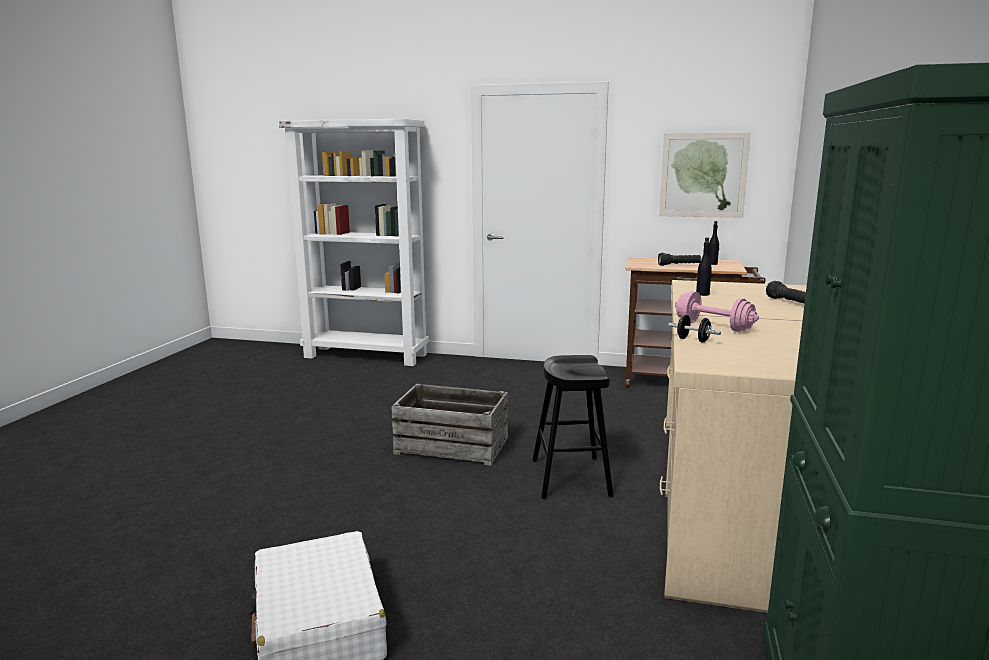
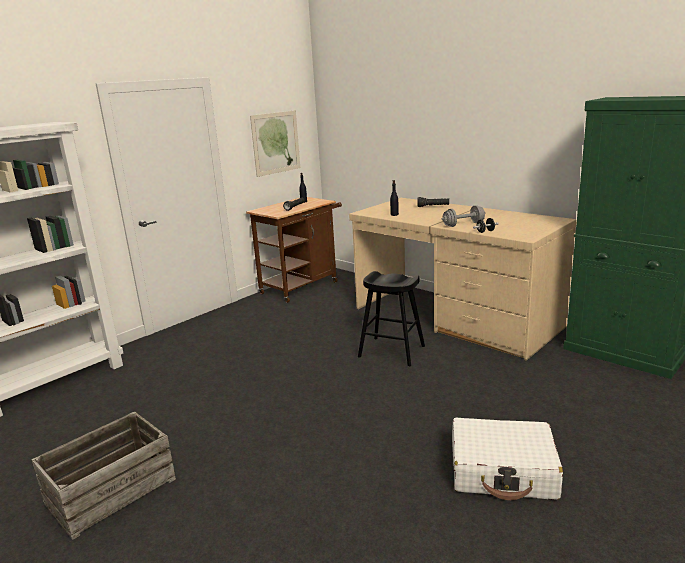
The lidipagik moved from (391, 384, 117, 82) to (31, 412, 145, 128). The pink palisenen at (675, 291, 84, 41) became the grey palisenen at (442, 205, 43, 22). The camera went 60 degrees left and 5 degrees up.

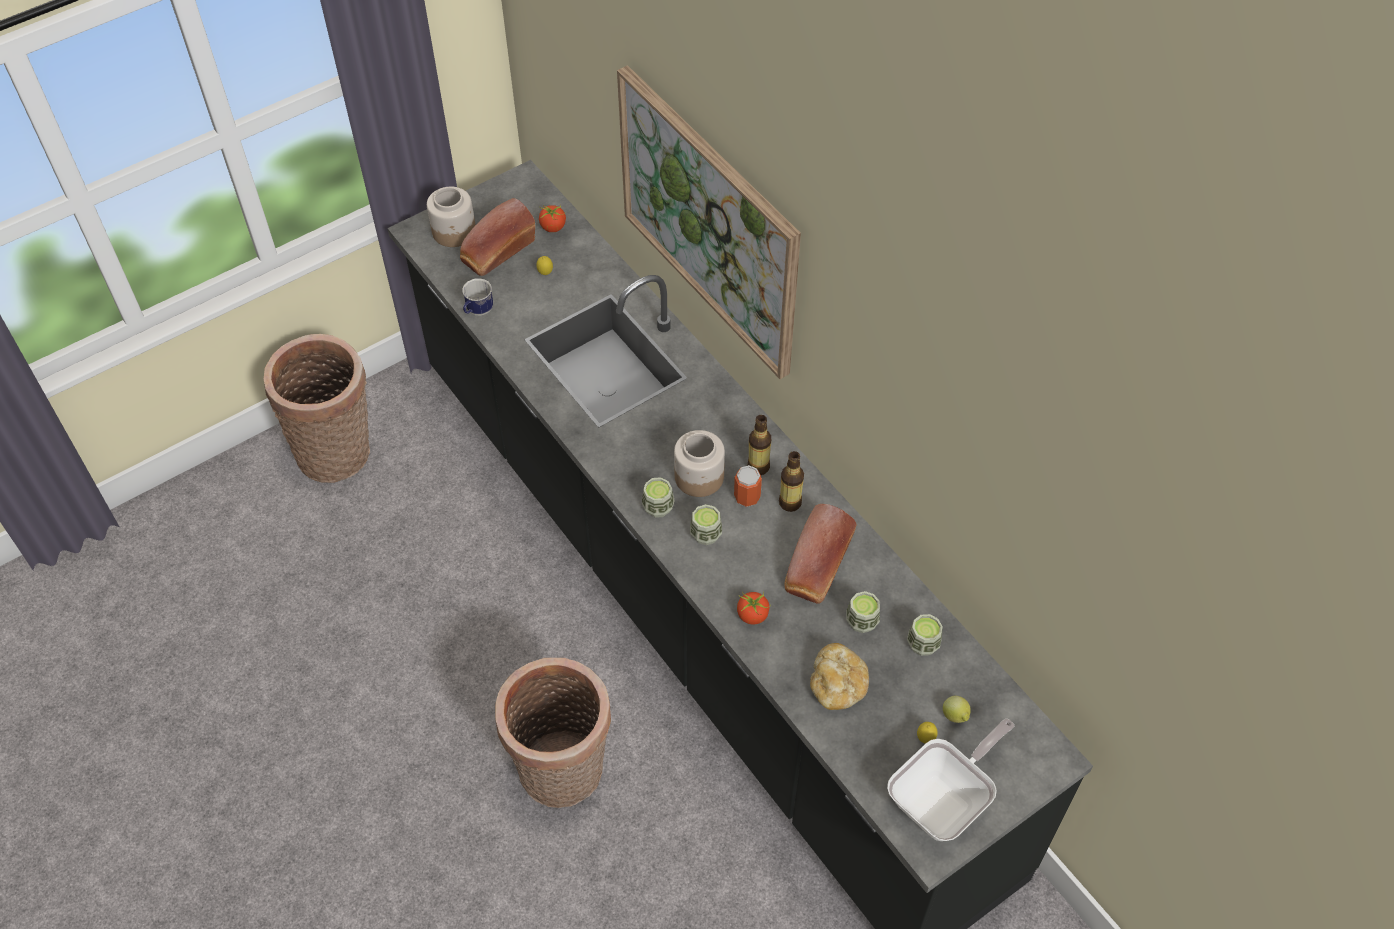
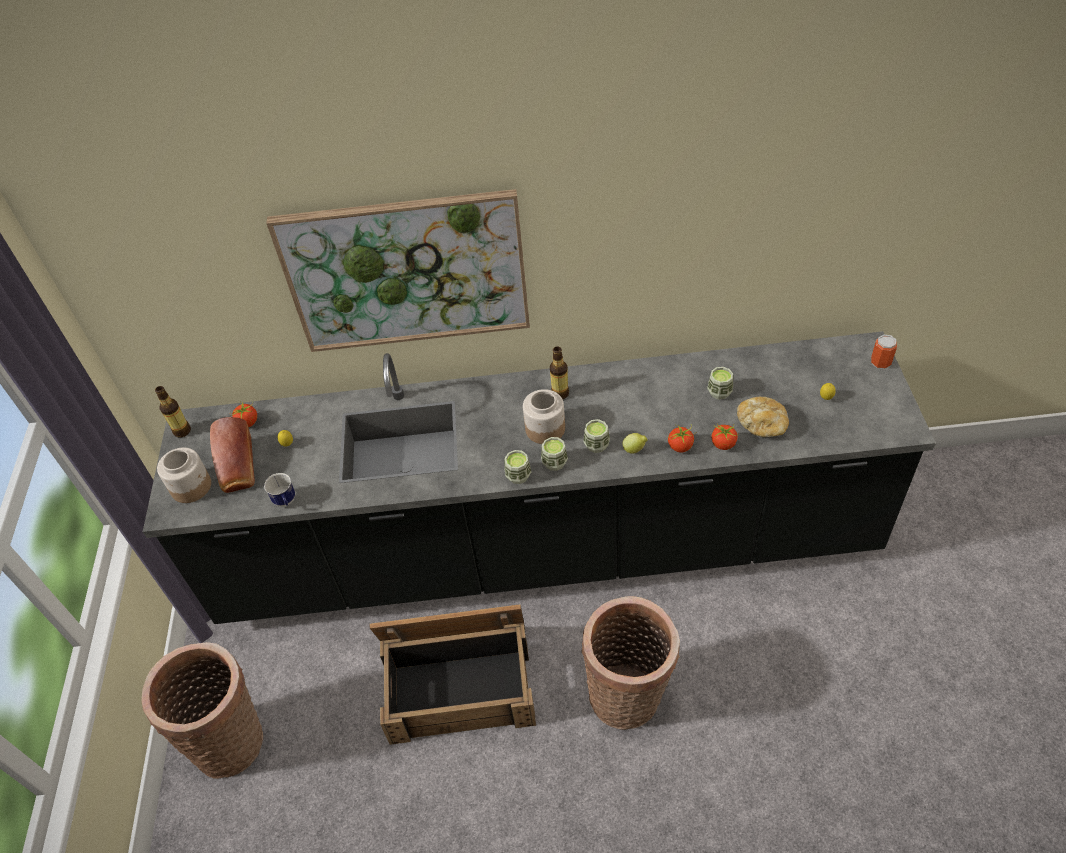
The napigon at (784, 504, 72, 99) disappeared. The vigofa at (887, 719, 128, 122) disappeared. The lidipagik at (369, 604, 167, 141) appeared. The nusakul at (712, 424, 27, 26) appeared. The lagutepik moved from (734, 465, 28, 42) to (871, 335, 26, 34). The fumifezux moved from (779, 451, 25, 61) to (155, 386, 36, 52). The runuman moved from (907, 614, 36, 42) to (504, 450, 27, 34). The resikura moved from (943, 696, 28, 27) to (622, 433, 26, 21). The camera went 55 degrees left and 5 degrees down.

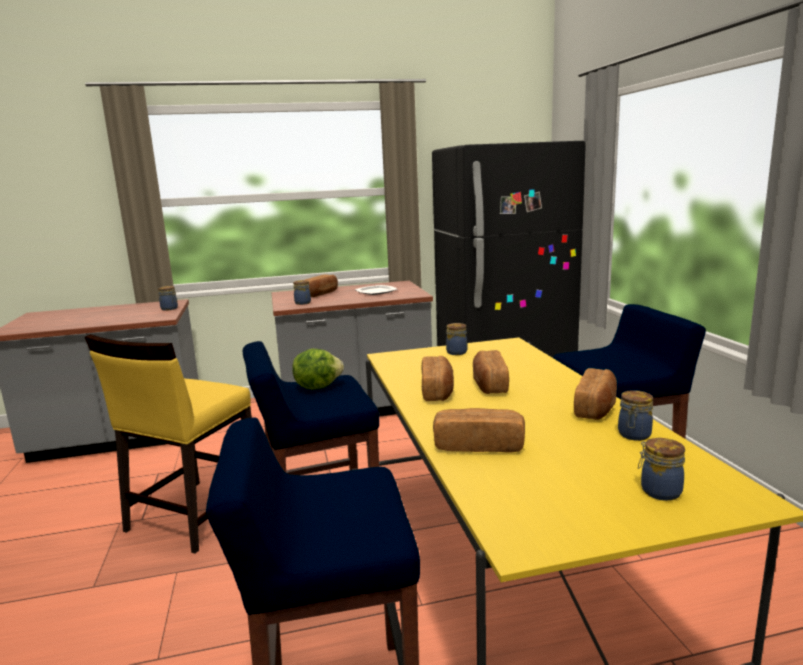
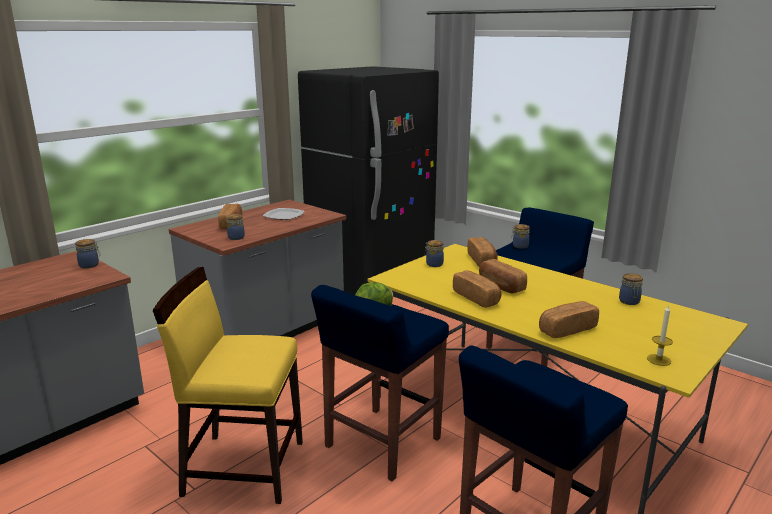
The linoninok at (647, 304, 26, 62) appeared. The napigon moved from (574, 368, 43, 52) to (467, 237, 31, 30). The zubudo moved from (638, 438, 47, 63) to (511, 224, 19, 25). The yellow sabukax at (85, 334, 167, 219) turned 105 degrees clockwise. The camera went 35 degrees left and 5 degrees up.

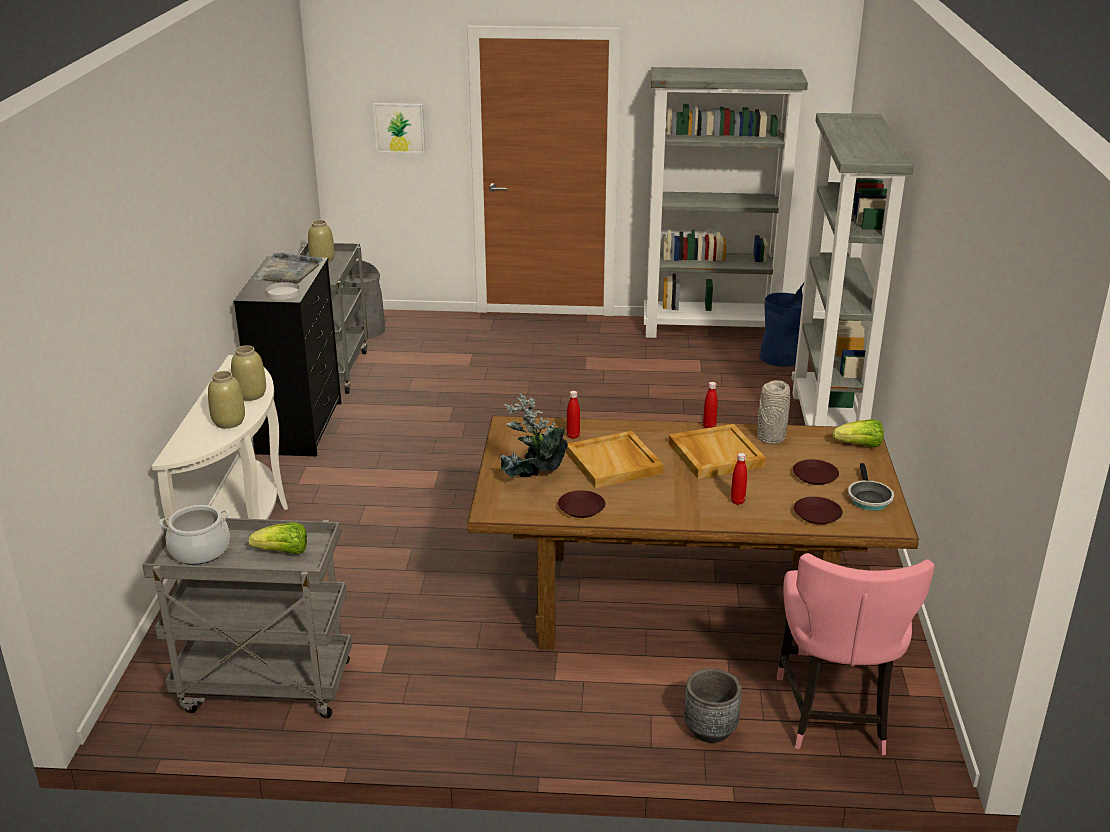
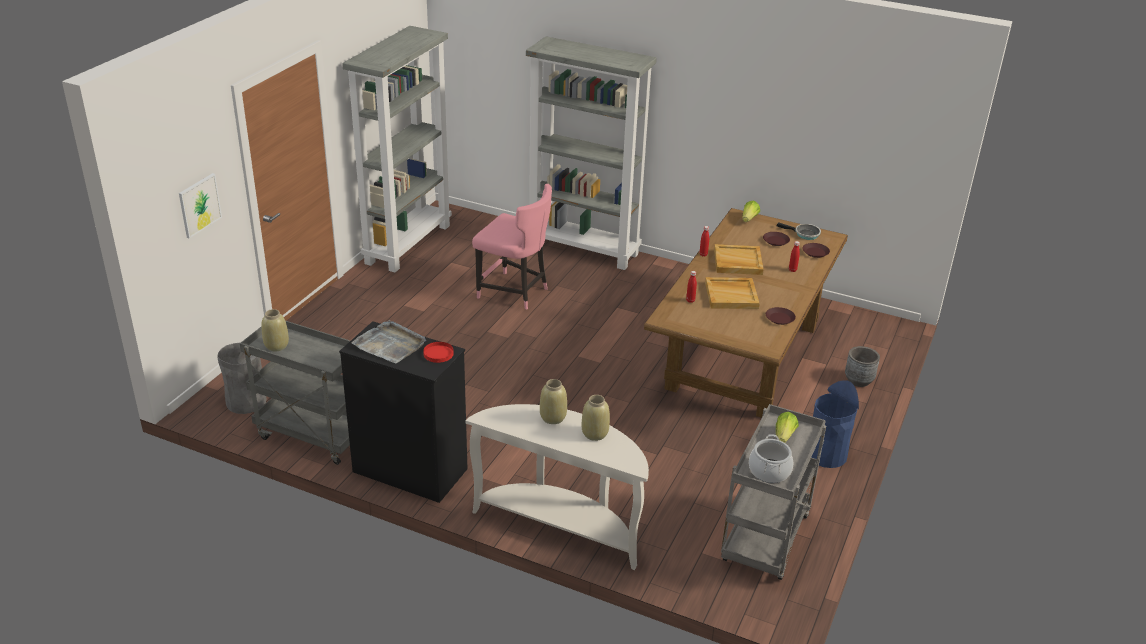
The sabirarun at (499, 392, 69, 85) disappeared. The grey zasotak at (758, 380, 32, 64) disappeared. The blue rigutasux moved from (760, 283, 44, 84) to (811, 380, 48, 88). The pink sabukax moved from (777, 553, 158, 202) to (472, 184, 80, 126). The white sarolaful at (266, 282, 34, 18) became the red sarolaful at (423, 342, 31, 21). The camera went 70 degrees left and 5 degrees up.

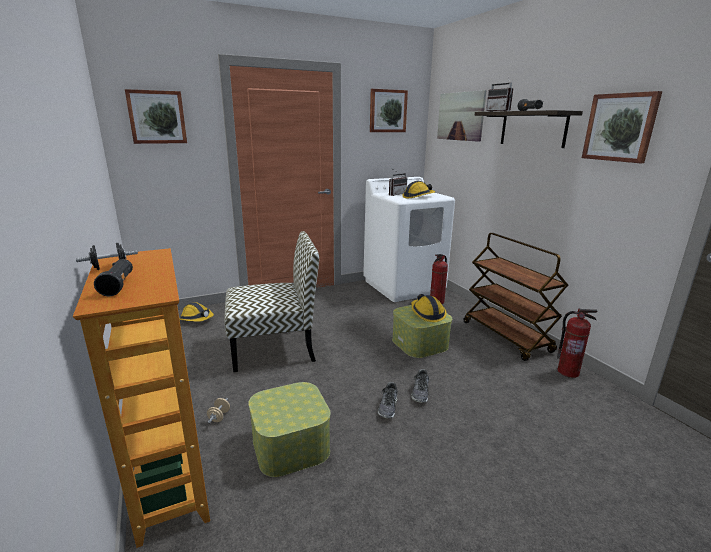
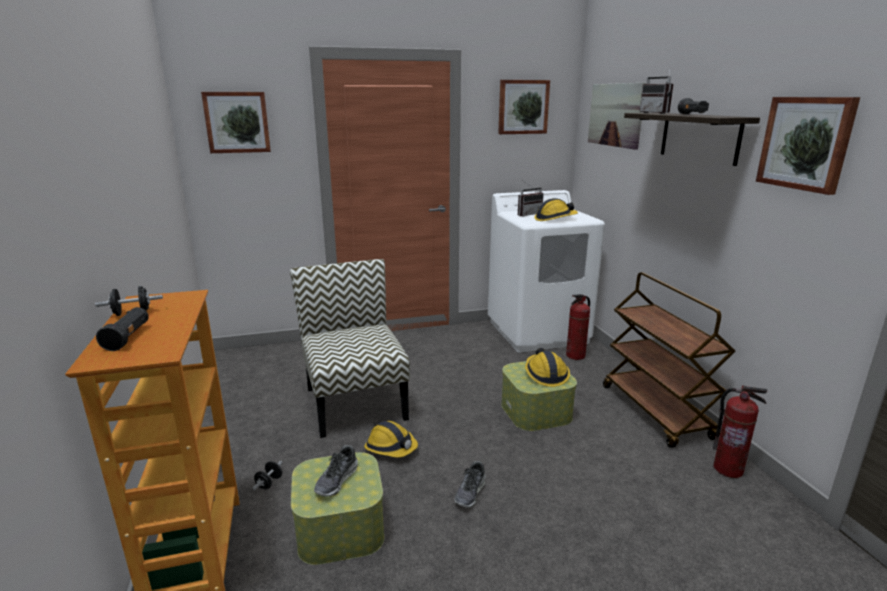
The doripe moved from (179, 303, 35, 19) to (364, 421, 54, 36). The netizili moved from (411, 369, 18, 34) to (314, 445, 44, 52). The beige palisenen at (207, 398, 23, 25) became the black palisenen at (252, 461, 31, 29). The sabukax at (224, 231, 95, 141) turned 105 degrees counterclockwise. The camera went 10 degrees right and 0 degrees up.

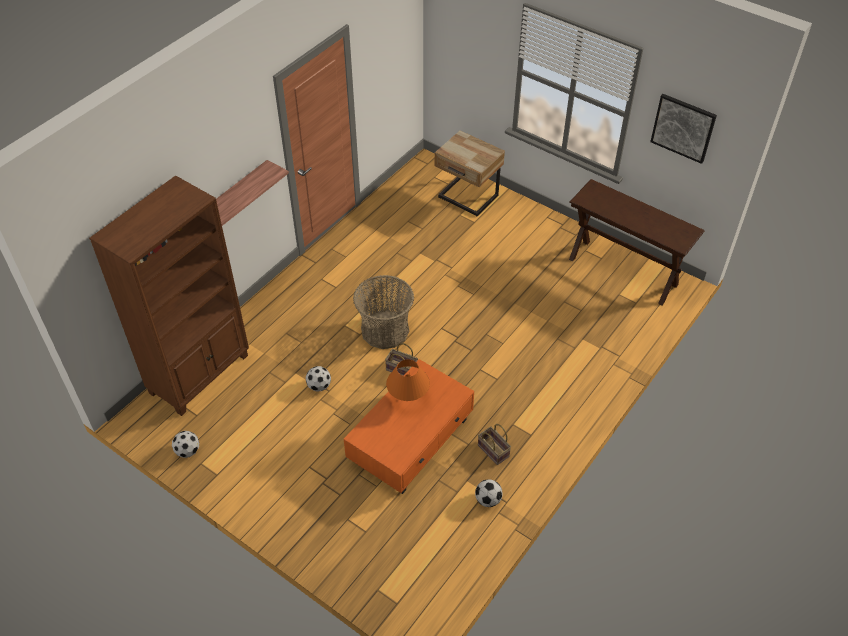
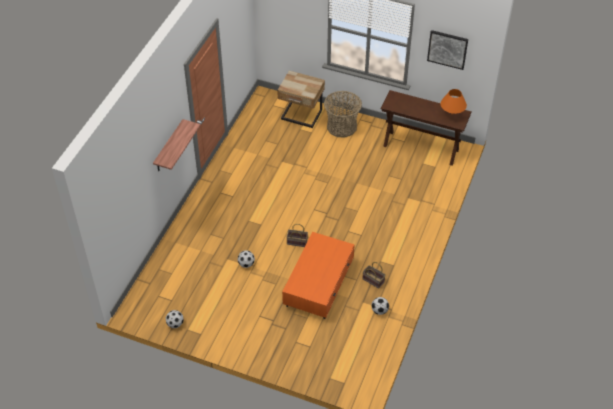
The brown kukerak at (89, 175, 160, 241) disappeared. The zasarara moved from (353, 275, 61, 74) to (324, 91, 38, 47). The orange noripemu moved from (386, 359, 44, 42) to (440, 89, 27, 25). The camera went 15 degrees left and 0 degrees up.

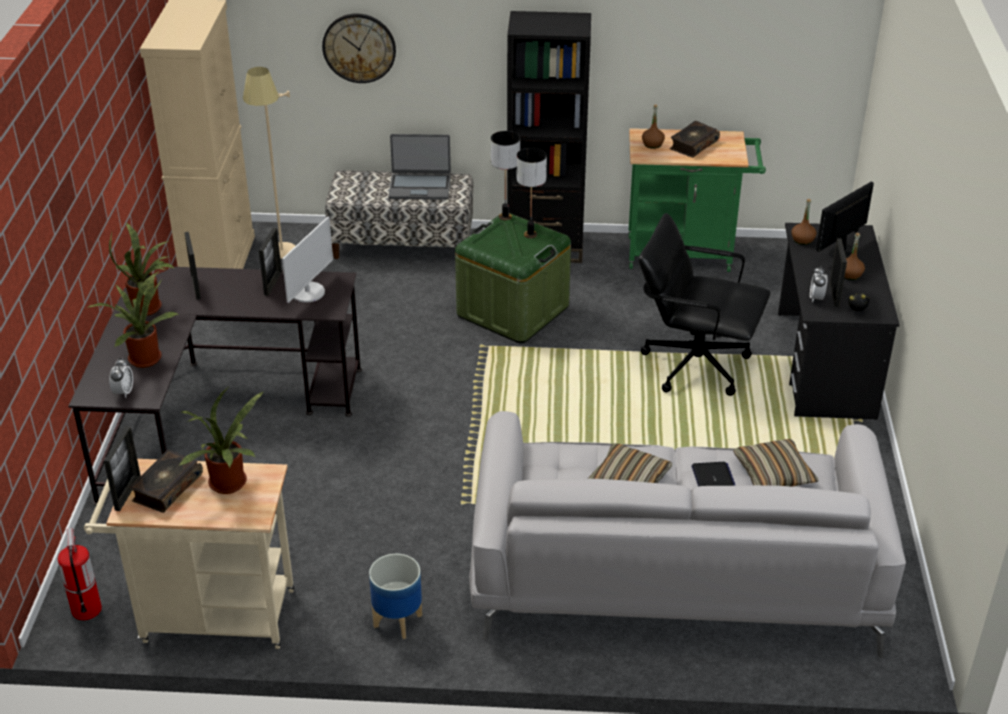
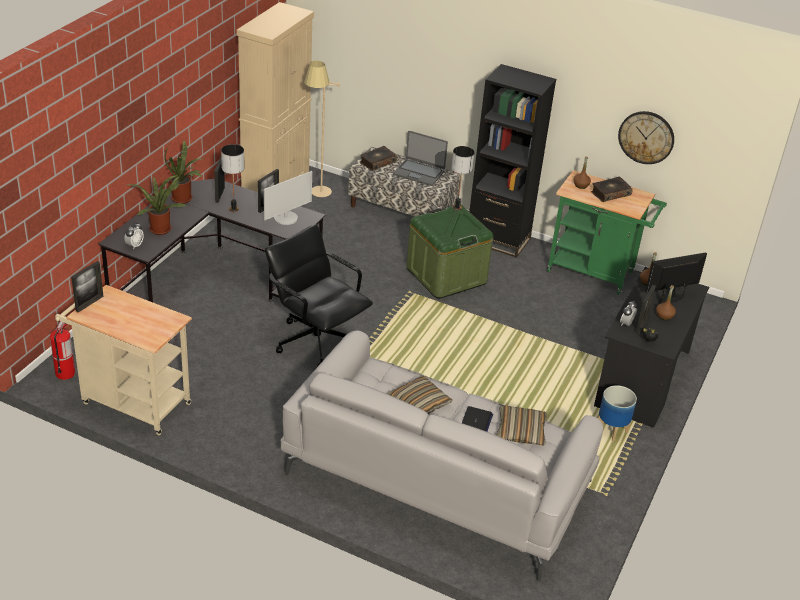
The sabirarun at (178, 385, 87, 109) disappeared. The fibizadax moved from (129, 450, 74, 63) to (360, 146, 37, 25). The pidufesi moved from (322, 13, 74, 70) to (618, 111, 56, 53). The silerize moved from (369, 554, 53, 85) to (598, 385, 39, 56). The noripemu moved from (517, 148, 30, 90) to (221, 144, 23, 68). The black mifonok moved from (638, 213, 132, 183) to (265, 224, 108, 143). The camera went 20 degrees right and 0 degrees up.

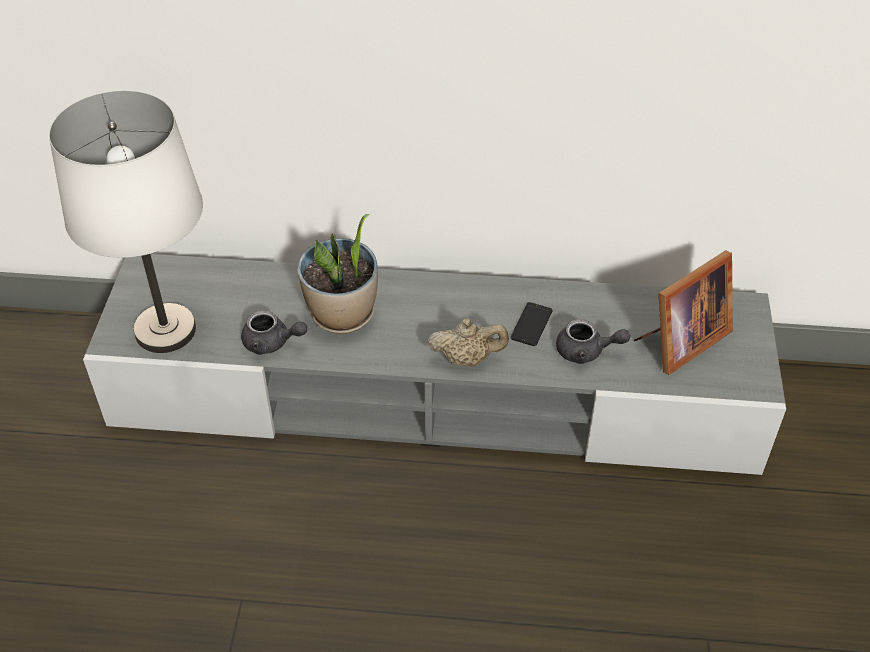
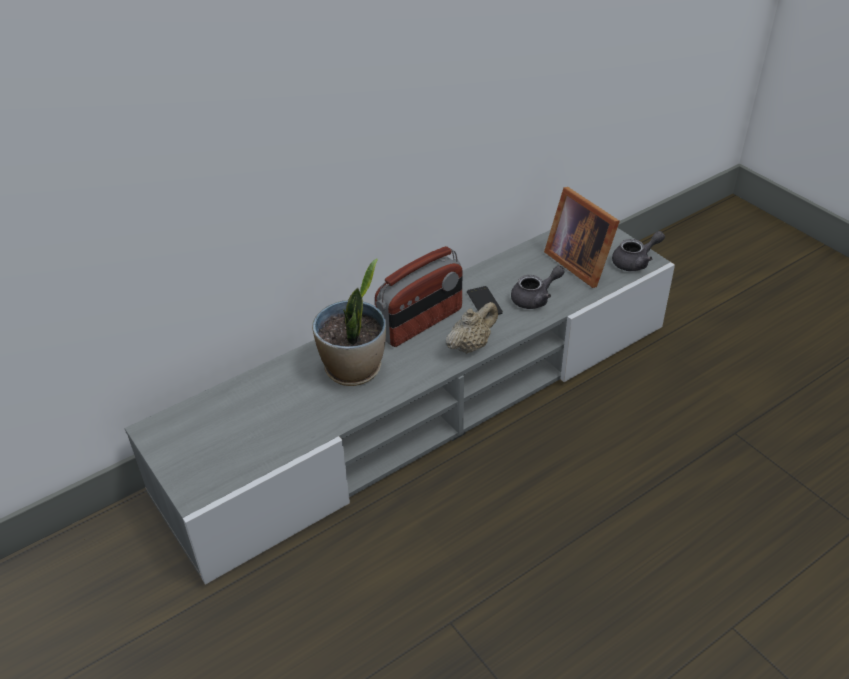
The white noripemu at (49, 90, 154, 263) disappeared. The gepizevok at (375, 246, 88, 101) appeared. The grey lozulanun moved from (241, 310, 66, 45) to (612, 231, 53, 40). The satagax at (634, 250, 99, 125) turned 135 degrees clockwise. The camera went 40 degrees left and 5 degrees down.

